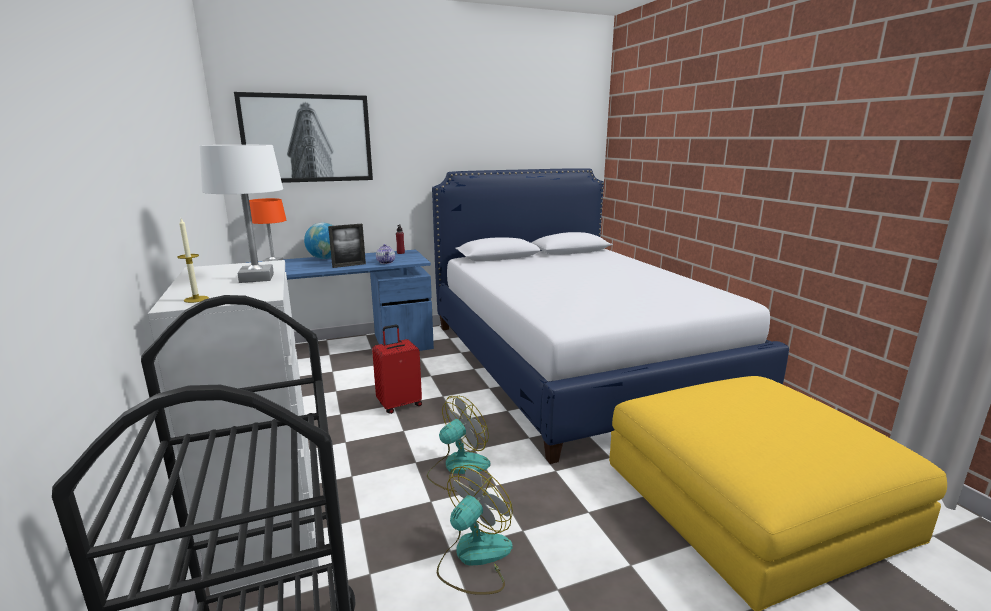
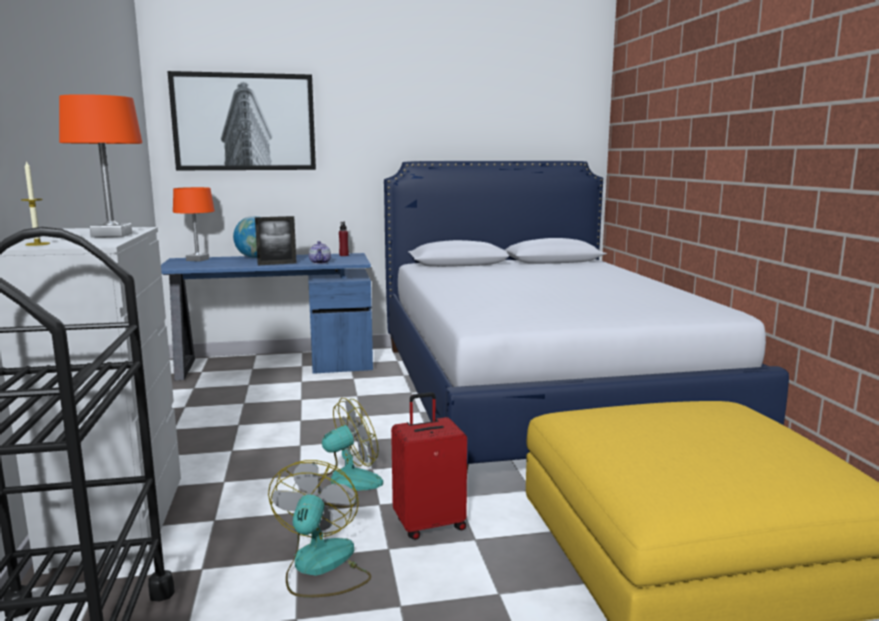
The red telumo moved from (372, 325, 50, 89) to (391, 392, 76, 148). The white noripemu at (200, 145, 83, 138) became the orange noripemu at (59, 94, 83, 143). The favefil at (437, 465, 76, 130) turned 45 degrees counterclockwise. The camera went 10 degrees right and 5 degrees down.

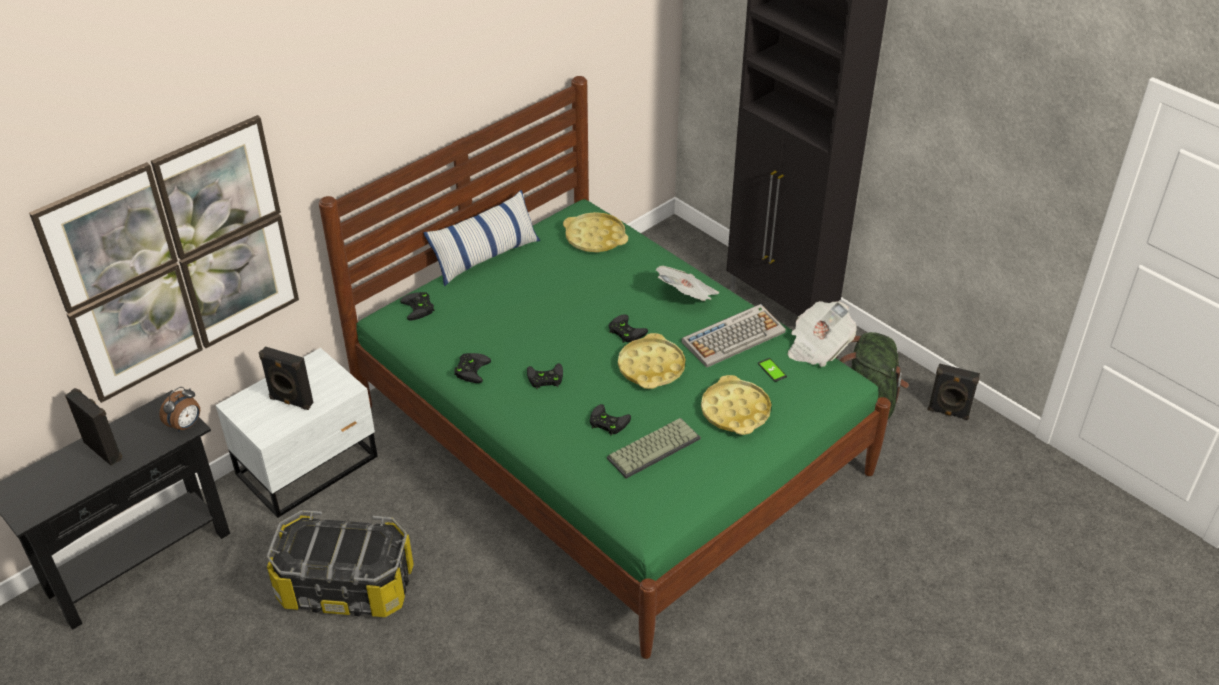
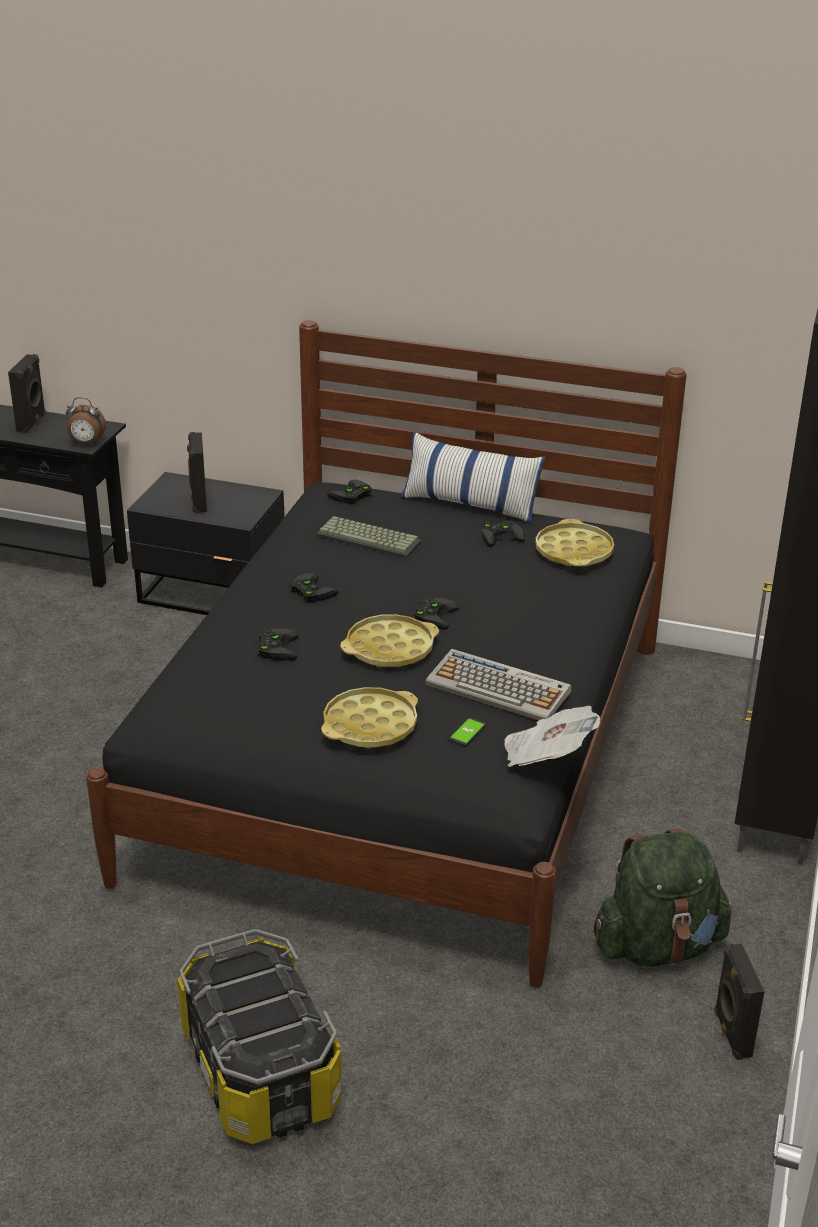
The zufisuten at (29, 115, 270, 288) disappeared. The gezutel at (656, 266, 63, 35) disappeared. The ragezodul moved from (267, 510, 147, 107) to (177, 929, 165, 215). The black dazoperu moved from (454, 353, 37, 30) to (482, 520, 43, 27). The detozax moved from (607, 418, 94, 61) to (316, 516, 105, 42). The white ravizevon at (216, 348, 162, 170) became the black ravizevon at (127, 472, 157, 143). The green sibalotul at (319, 76, 572, 583) became the black sibalotul at (86, 320, 601, 668). The camera went 60 degrees right and 10 degrees down.

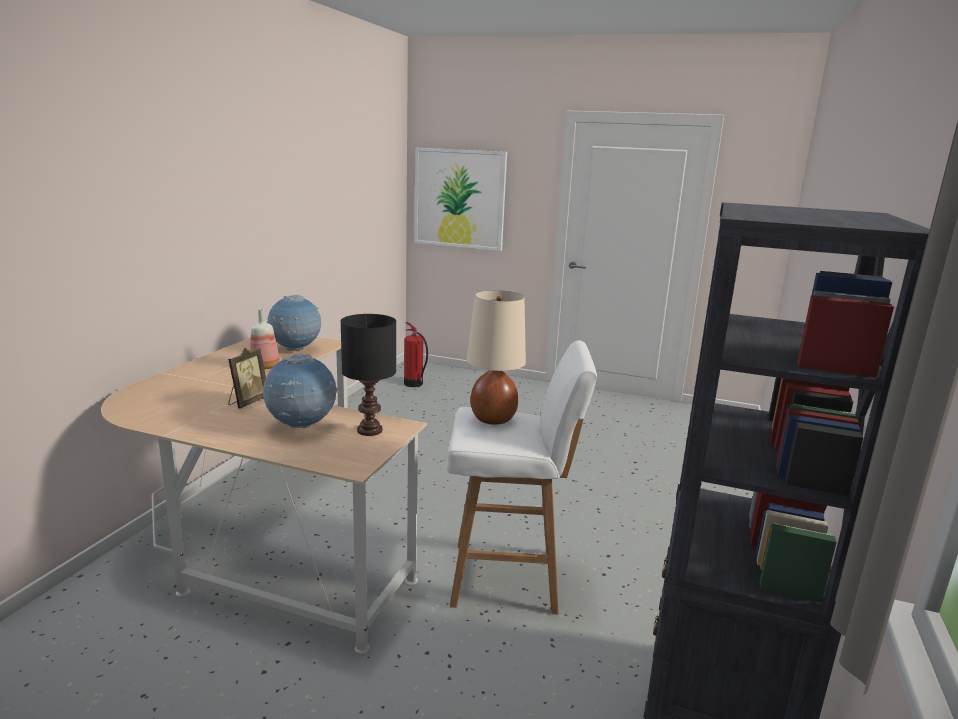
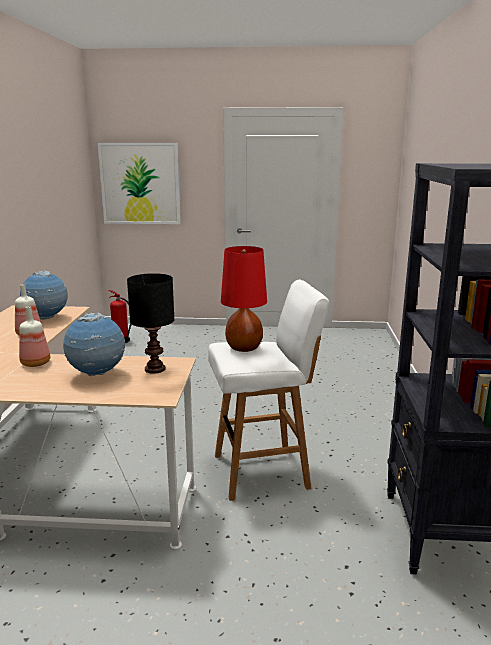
The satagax at (228, 348, 38, 61) was replaced by the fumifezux at (19, 306, 31, 61). The beige noripemu at (467, 290, 59, 135) became the red noripemu at (221, 246, 46, 106). The camera went 15 degrees left and 0 degrees up.

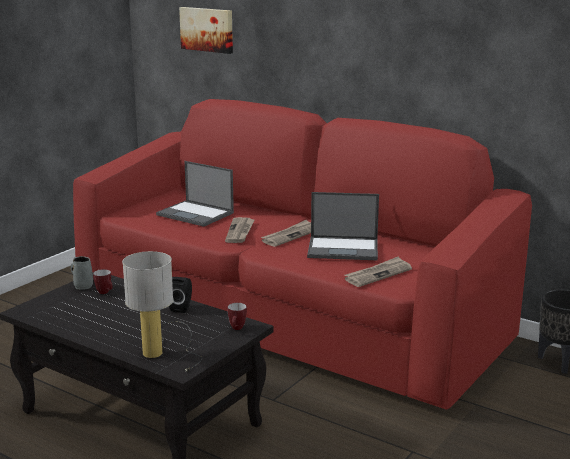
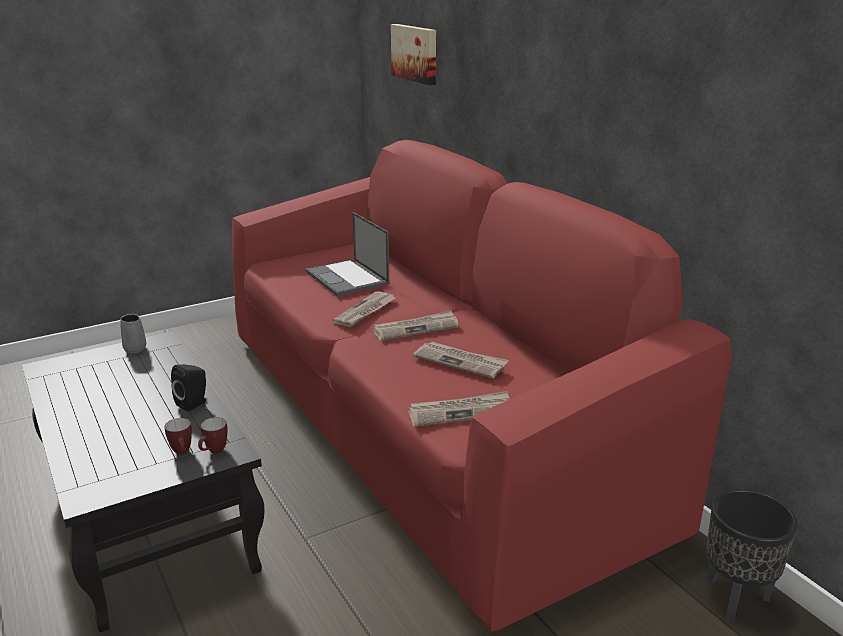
The noripemu at (122, 251, 80, 121) disappeared. The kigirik moved from (93, 269, 20, 25) to (165, 418, 27, 36). The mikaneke at (307, 192, 72, 68) was replaced by the gezutel at (413, 342, 96, 36). The camera went 25 degrees right and 5 degrees up.

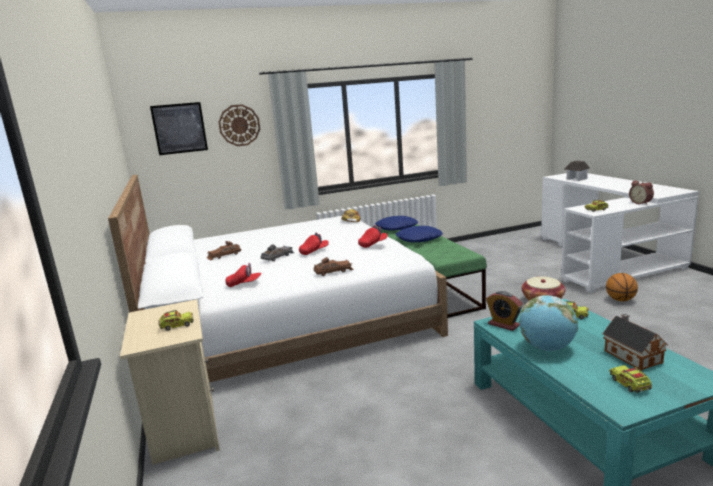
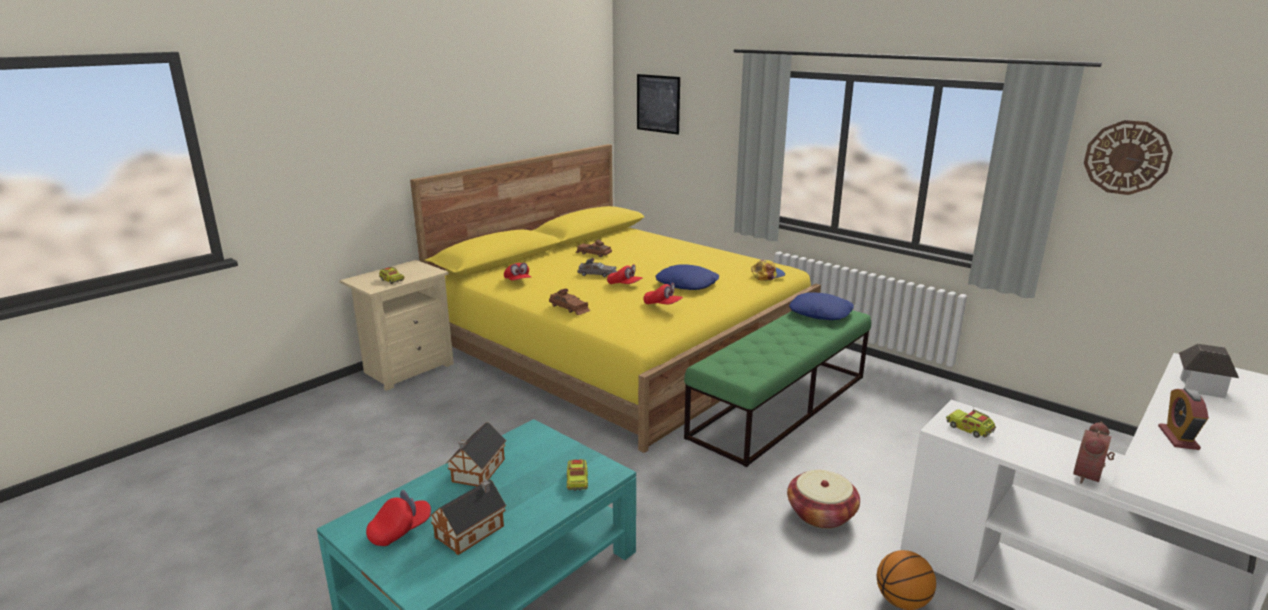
The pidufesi moved from (218, 104, 42, 42) to (1084, 120, 89, 75). The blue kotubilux moved from (396, 226, 47, 16) to (655, 264, 64, 26). The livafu moved from (486, 291, 37, 40) to (1158, 388, 51, 62). The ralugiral at (519, 295, 59, 56) was replaced by the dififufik at (446, 422, 60, 64). The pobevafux at (609, 365, 43, 28) was replaced by the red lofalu at (366, 490, 65, 56). The white sibalotul at (108, 175, 340, 208) became the yellow sibalotul at (410, 144, 411, 309). The camera went 60 degrees right and 5 degrees up.

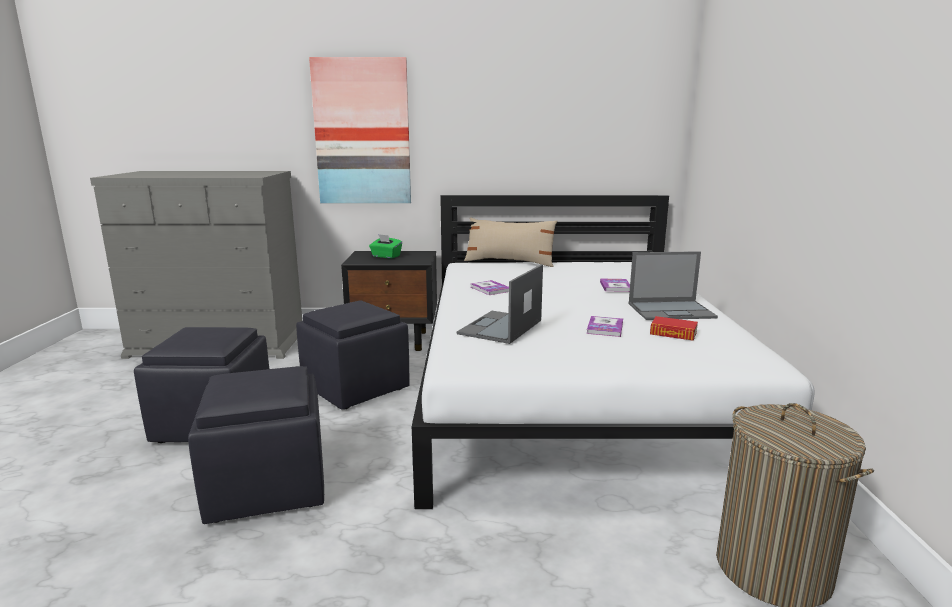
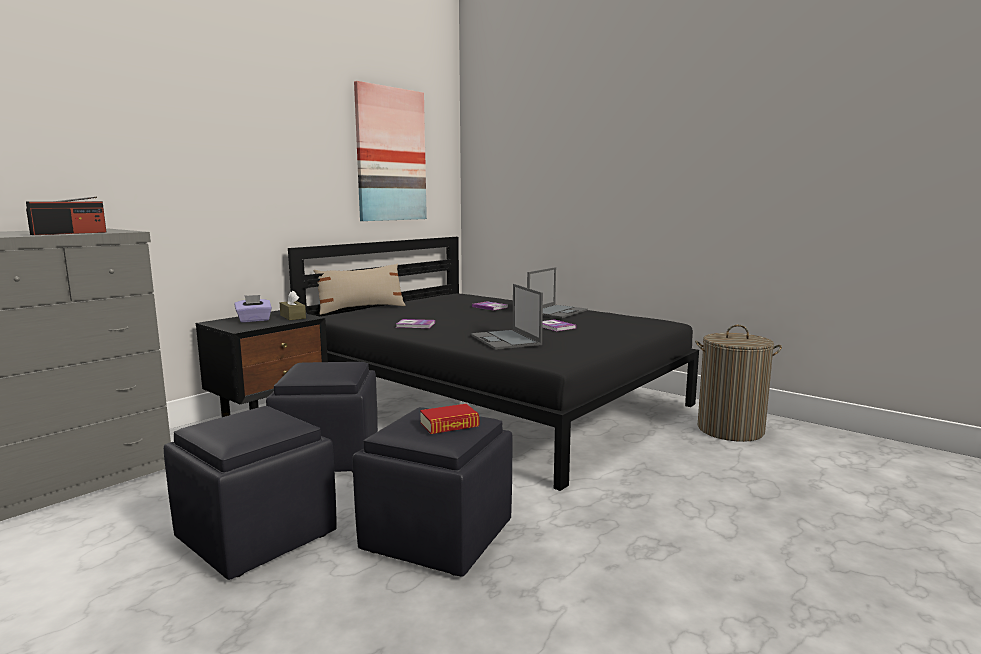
The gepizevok at (26, 197, 81, 38) appeared. The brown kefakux at (280, 290, 26, 30) appeared. The zufisuten moved from (309, 57, 102, 146) to (354, 81, 73, 140). The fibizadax moved from (650, 316, 48, 25) to (420, 404, 59, 30). The green kefakux at (369, 234, 33, 24) became the purple kefakux at (234, 295, 38, 27). The white sibalotul at (412, 195, 403, 314) became the black sibalotul at (288, 237, 411, 254). The camera went 50 degrees left and 5 degrees down.

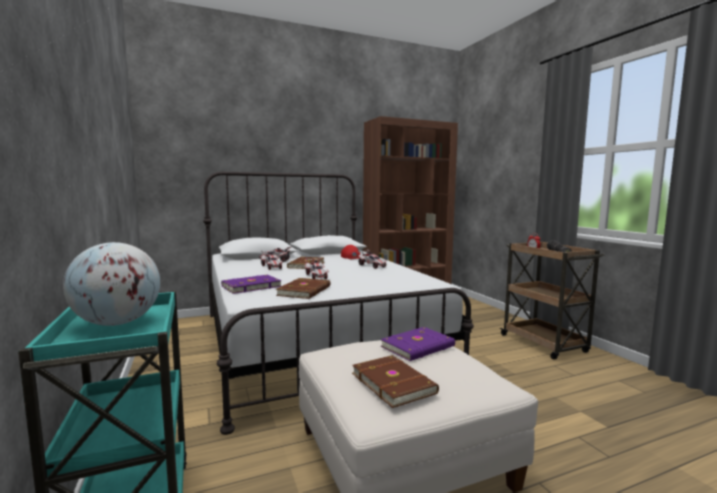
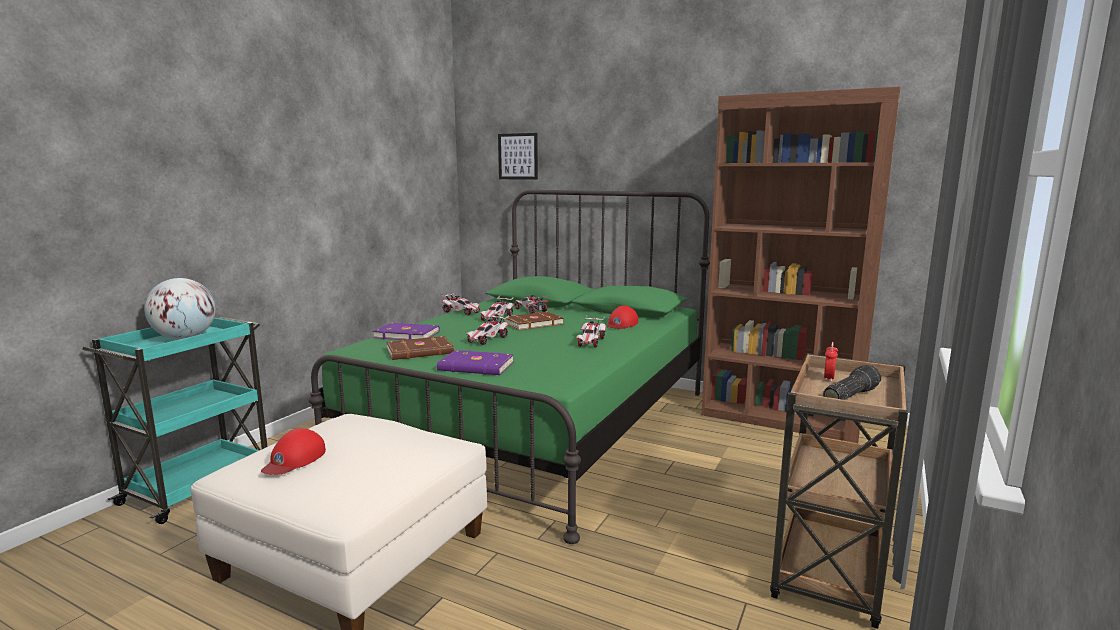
The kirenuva at (440, 292, 41, 24) appeared. The zufisuten at (498, 133, 40, 47) appeared. The purple fibizadax moved from (381, 327, 74, 34) to (437, 350, 77, 25). The brown fibizadax at (352, 355, 87, 53) was replaced by the red lofalu at (261, 428, 65, 47). The white sibalotul at (203, 172, 271, 263) became the green sibalotul at (309, 190, 401, 354). The camera went 50 degrees right and 5 degrees up.

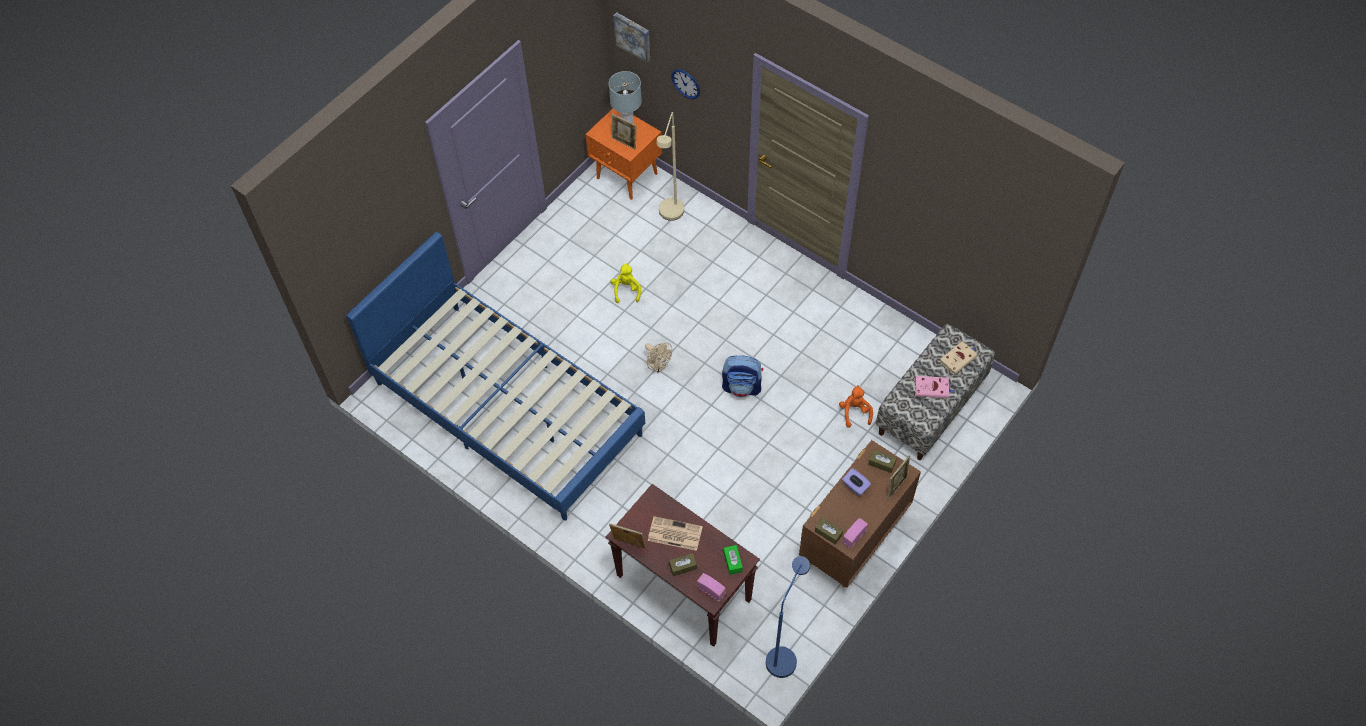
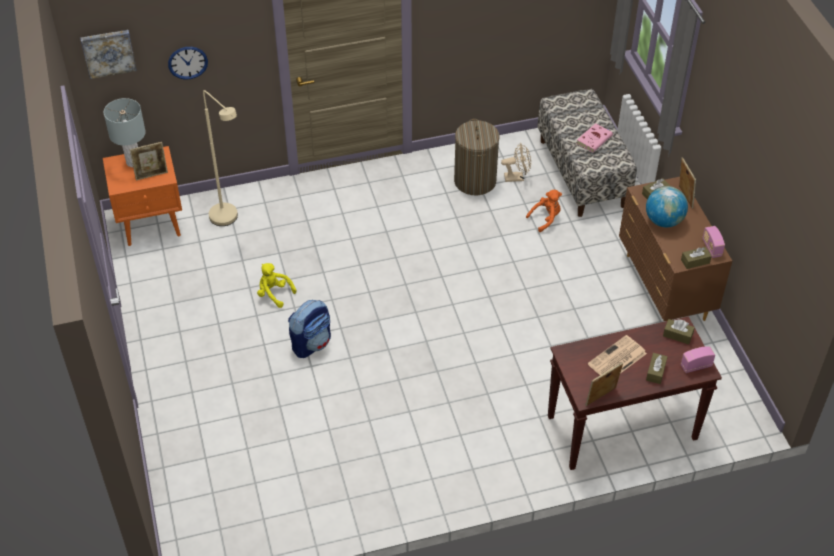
The blue sibalotul at (346, 232, 299, 289) disappeared. The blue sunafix at (766, 556, 44, 122) disappeared. The beige fibizadax at (940, 341, 38, 34) disappeared. The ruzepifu at (454, 119, 45, 76) appeared. The beige favefil moved from (645, 343, 27, 31) to (501, 143, 30, 39). The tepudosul moved from (722, 356, 41, 41) to (288, 300, 43, 58). The purple kefakux at (842, 468, 29, 28) was replaced by the ralugiral at (646, 186, 42, 41). The green kefakux at (723, 545, 20, 30) became the brown kefakux at (663, 319, 32, 25). The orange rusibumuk at (839, 385, 34, 43) turned 120 degrees clockwise. The camera went 55 degrees left and 10 degrees down.

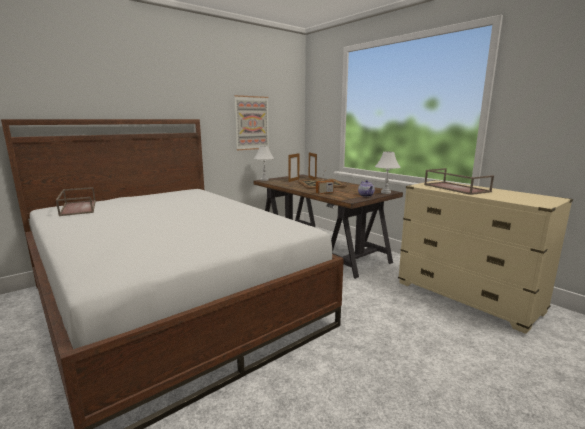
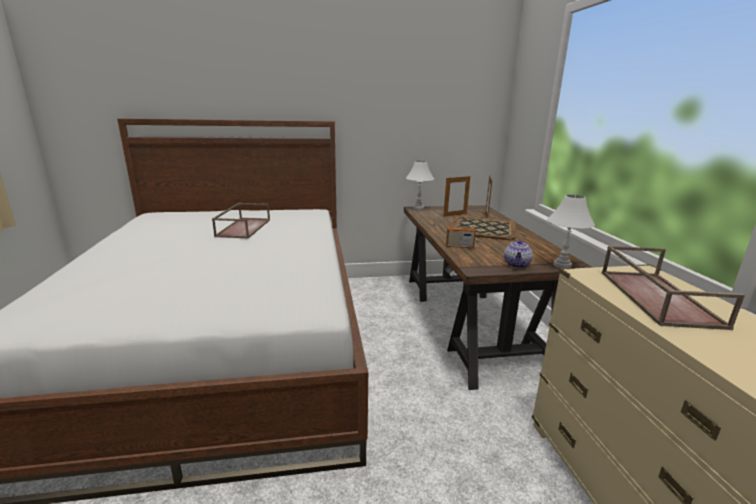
The zufisuten at (234, 95, 35, 55) disappeared. The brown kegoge moved from (56, 187, 40, 29) to (212, 203, 58, 36). The camera went 30 degrees right and 5 degrees up.

